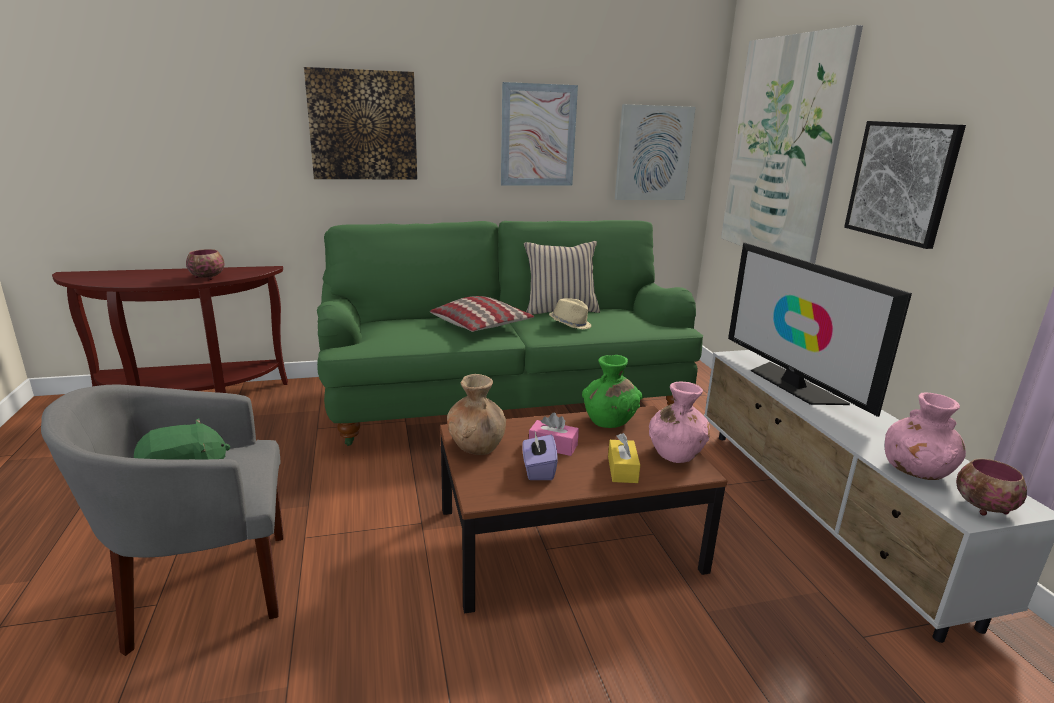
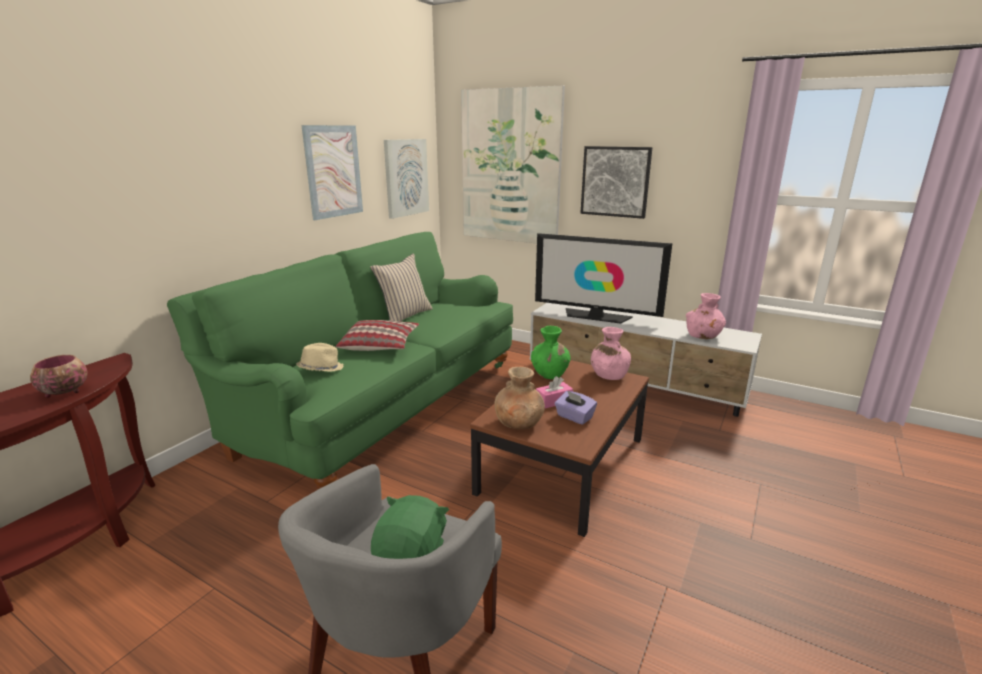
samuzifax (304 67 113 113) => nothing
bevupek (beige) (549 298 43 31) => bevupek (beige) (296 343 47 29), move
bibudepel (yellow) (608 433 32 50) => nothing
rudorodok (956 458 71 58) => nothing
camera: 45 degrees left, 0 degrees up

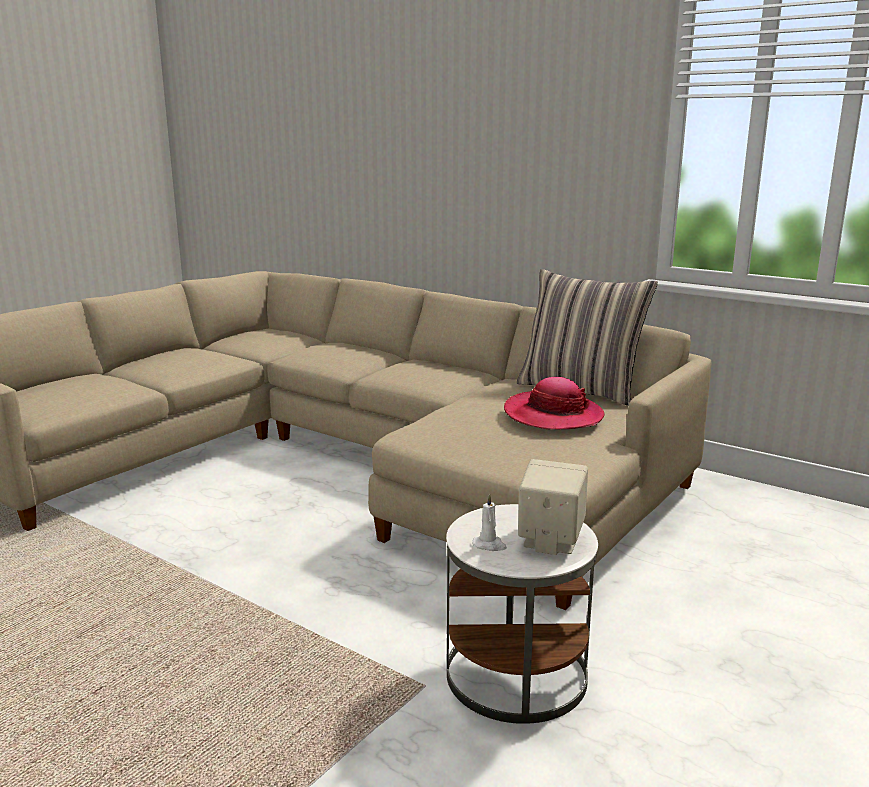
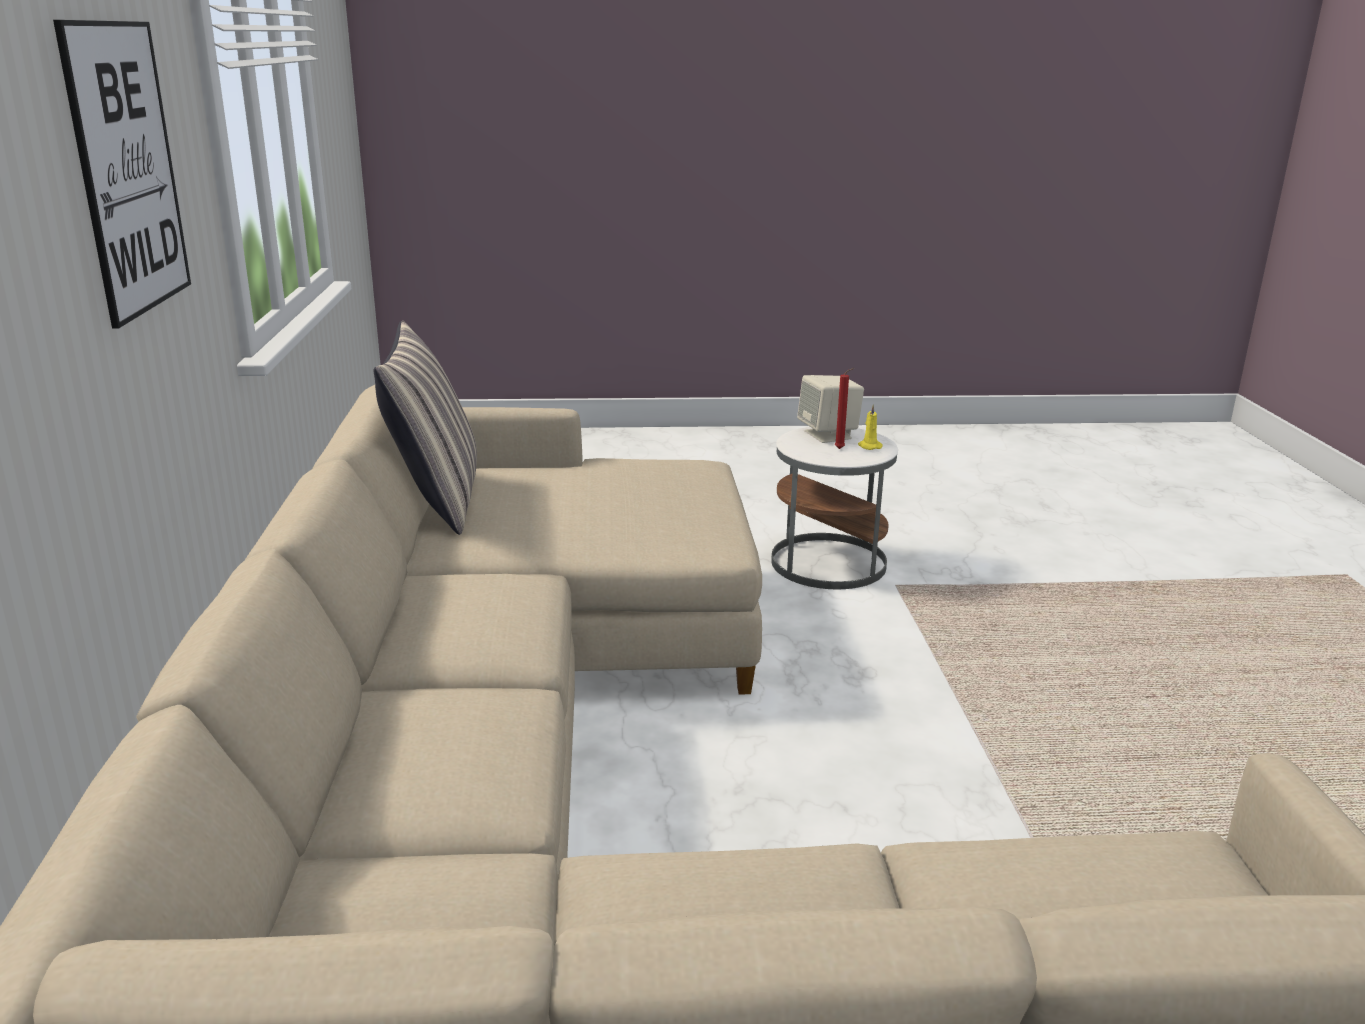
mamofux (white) (472 494 35 57) => mamofux (yellow) (858 404 25 46)
bevupek (504 377 101 53) => nothing
nothing => samuzifax (53 20 138 309)
nothing => mamofux (red) (835 368 19 81)
camera: 130 degrees left, 5 degrees up

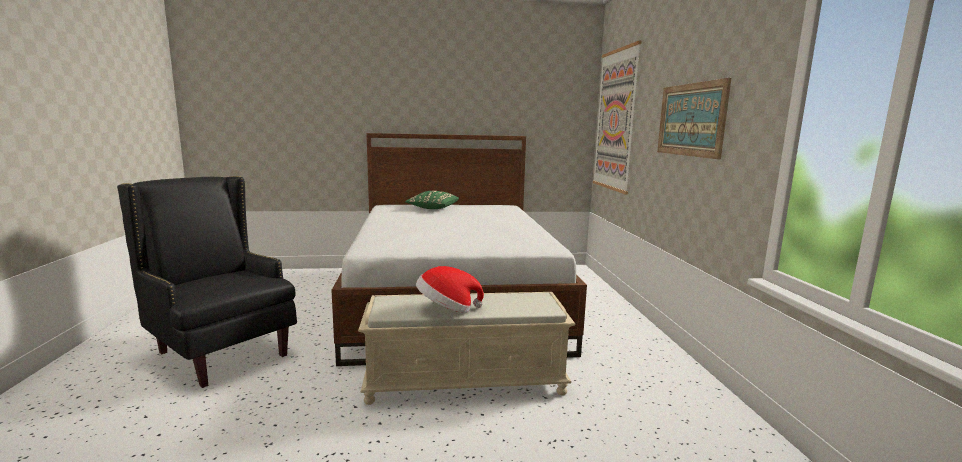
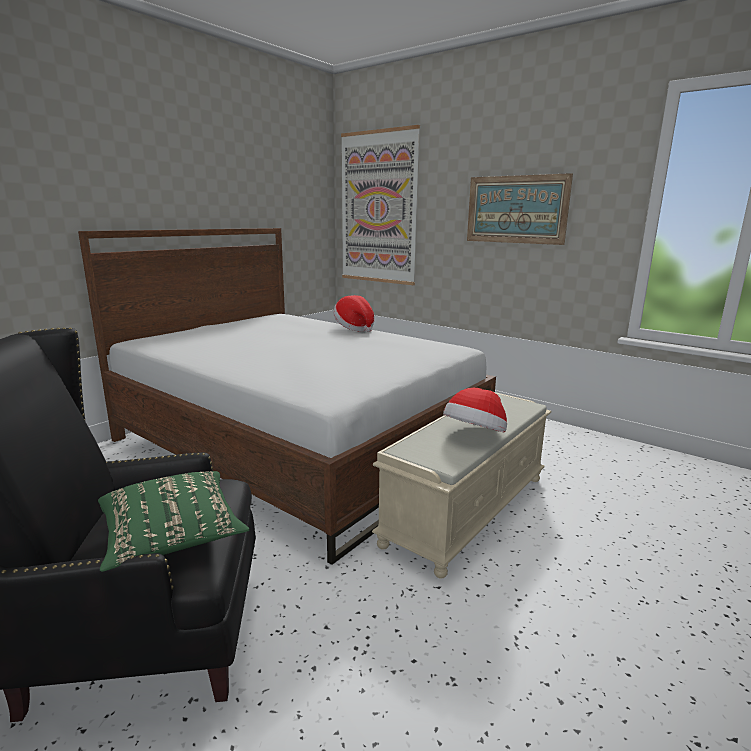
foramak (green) (405 191 54 18) => foramak (green) (98 471 151 101), move
nothing => bevupek (333 295 42 37)
camera: 45 degrees left, 5 degrees up

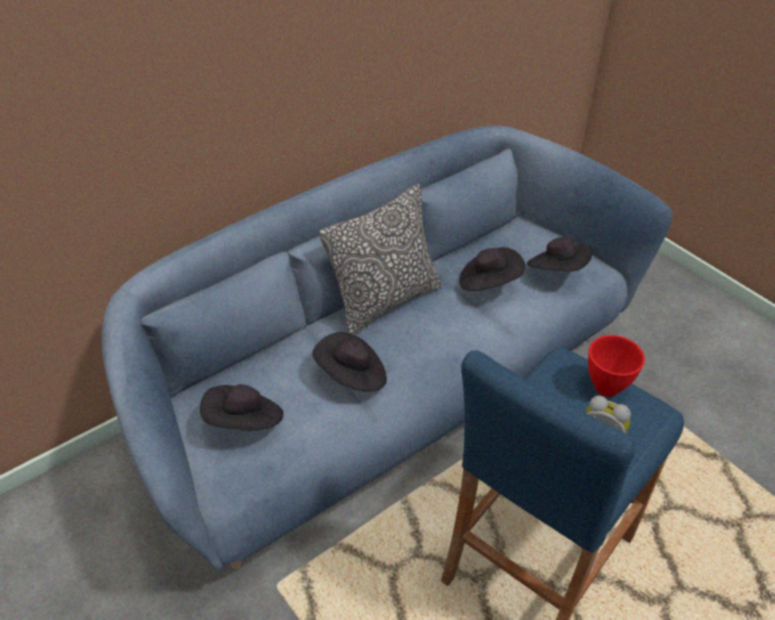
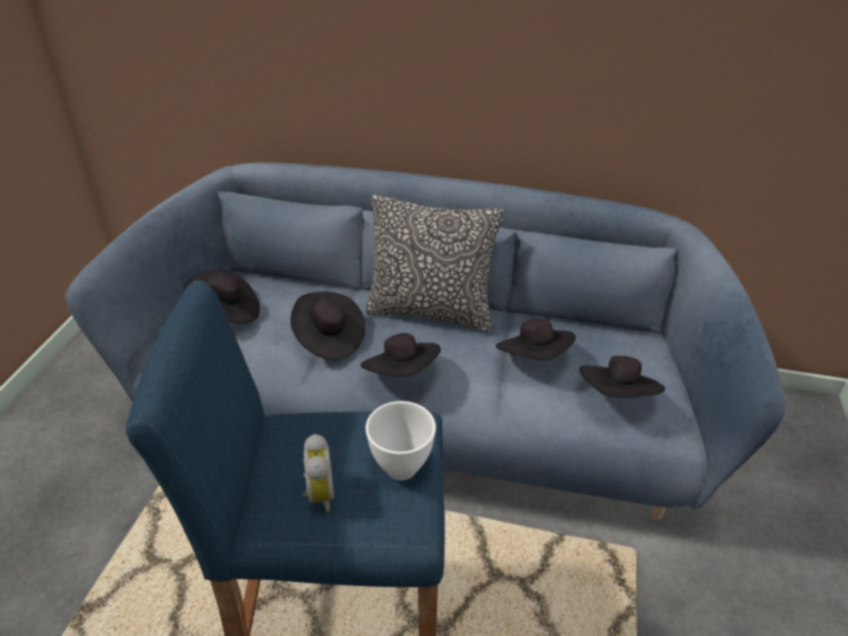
rudorodok (red) (588 335 57 62) => rudorodok (white) (366 401 70 80)
nothing => bevupek (black) (361 333 80 44)
camera: 50 degrees right, 5 degrees down

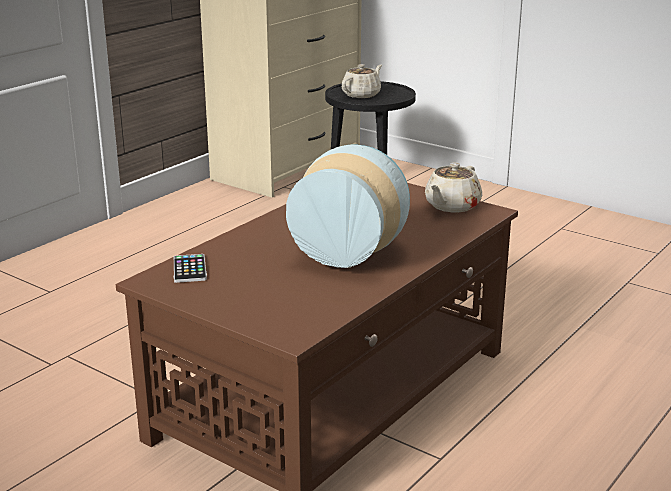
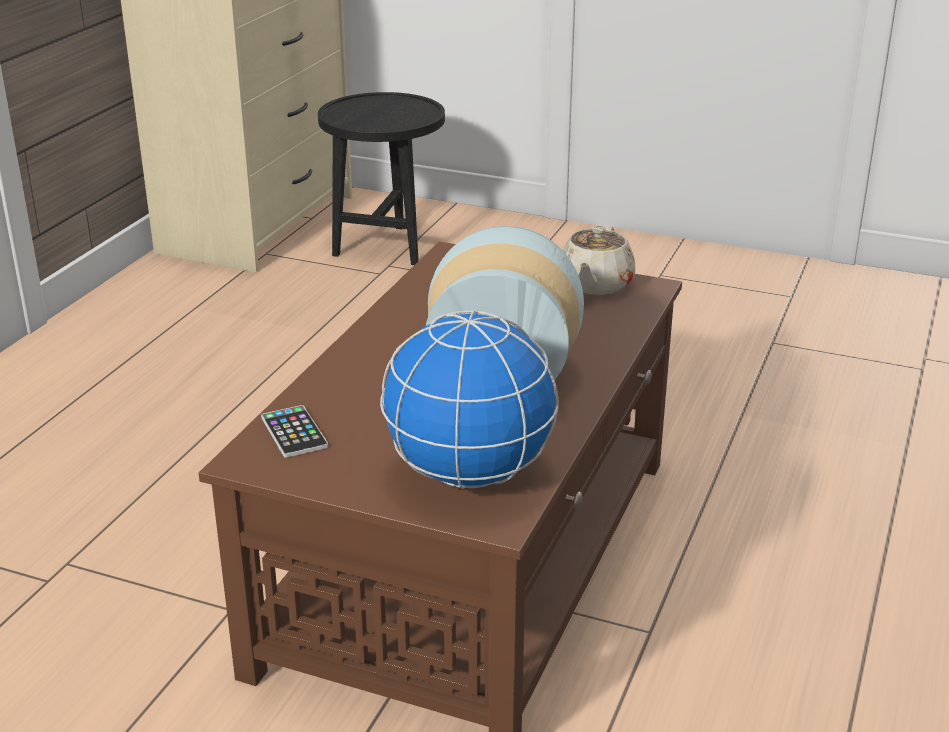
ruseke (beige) (342 64 40 34) => nothing
nothing => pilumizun (380 311 179 178)
camera: 15 degrees left, 5 degrees up

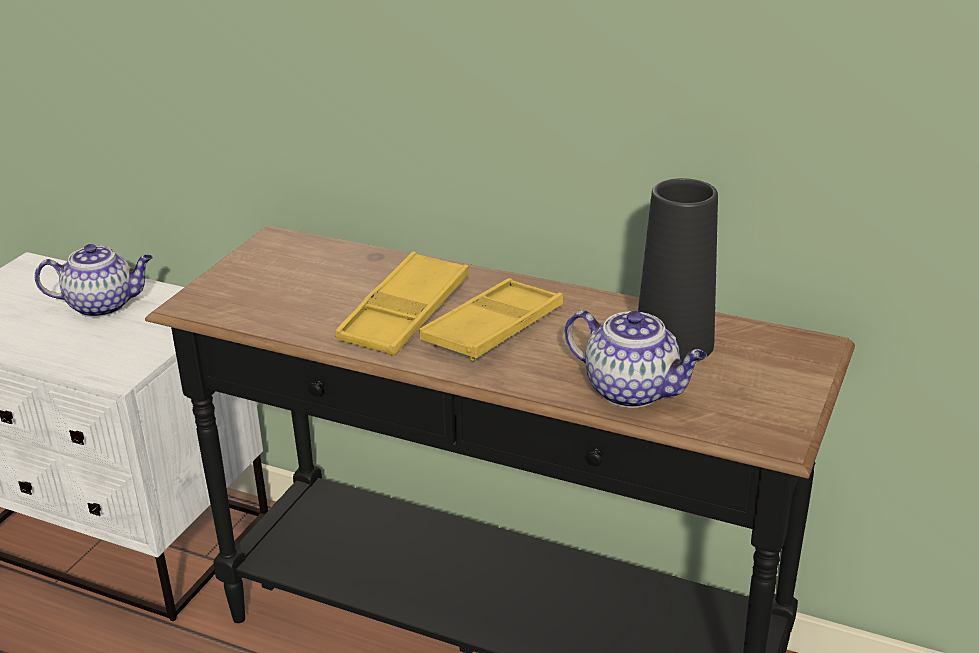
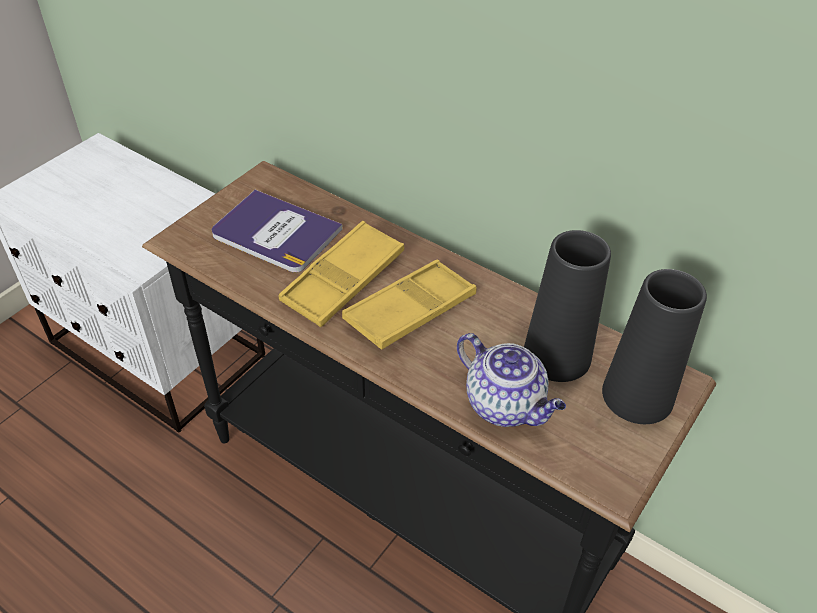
ruseke (35 244 118 73) => nothing
nothing => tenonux (212 190 131 83)
nothing => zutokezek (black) (602 269 105 155)
camera: 10 degrees right, 15 degrees up

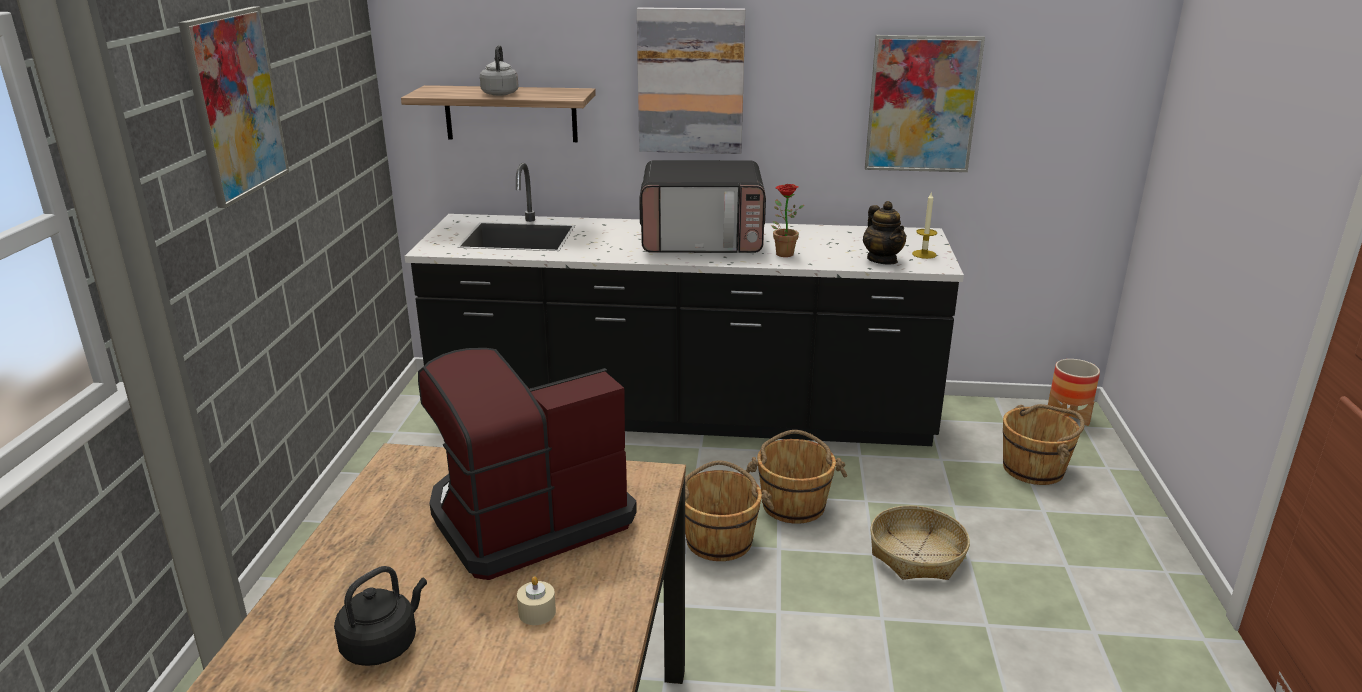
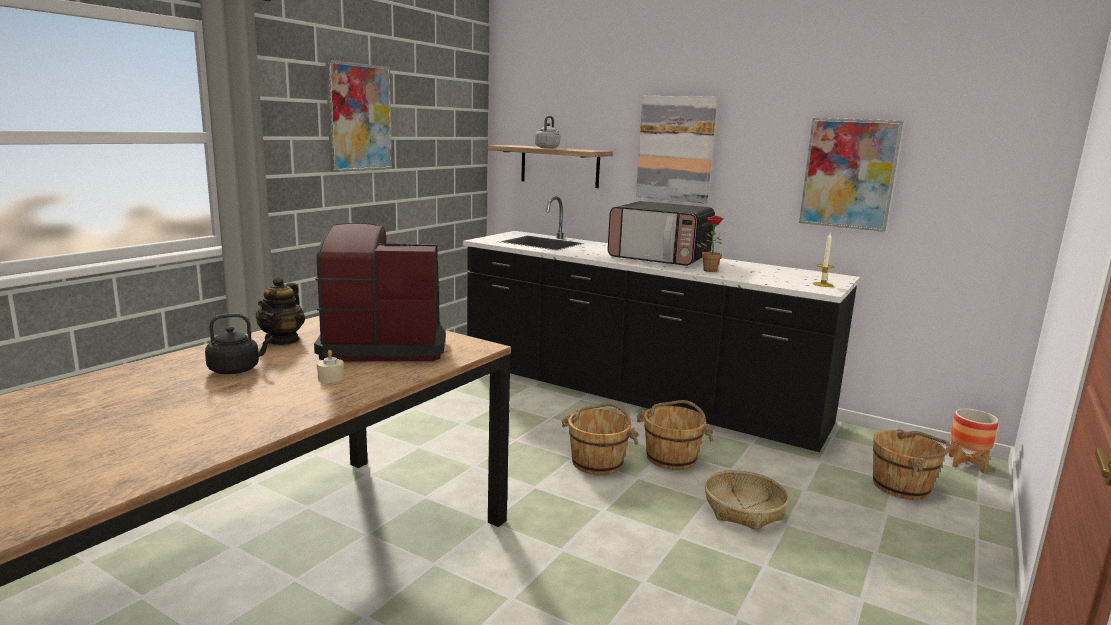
ruseke (863 201 44 64) => ruseke (256 277 49 68), move
camera: 25 degrees right, 10 degrees down

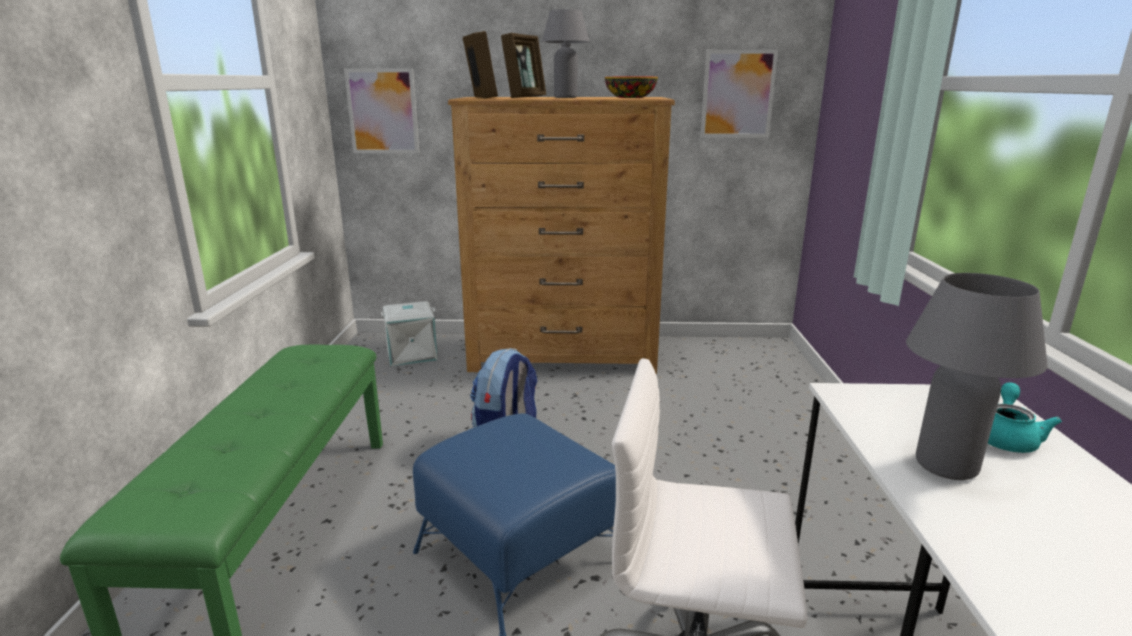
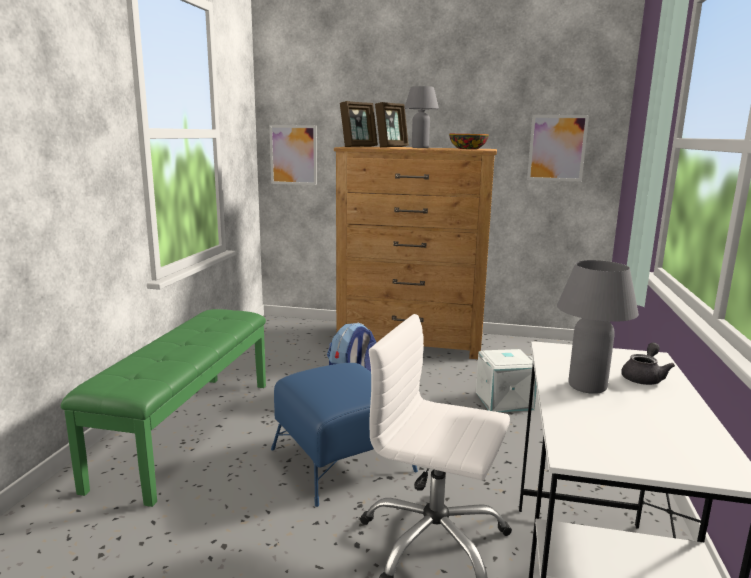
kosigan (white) (381 301 57 65) => kosigan (white) (476 349 61 63), move
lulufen (463 31 35 68) => lulufen (340 101 38 46), 45 degrees clockwise
ruseke (turquoise) (988 383 74 70) => ruseke (grey) (621 343 54 42)
camera: 10 degrees right, 5 degrees down

